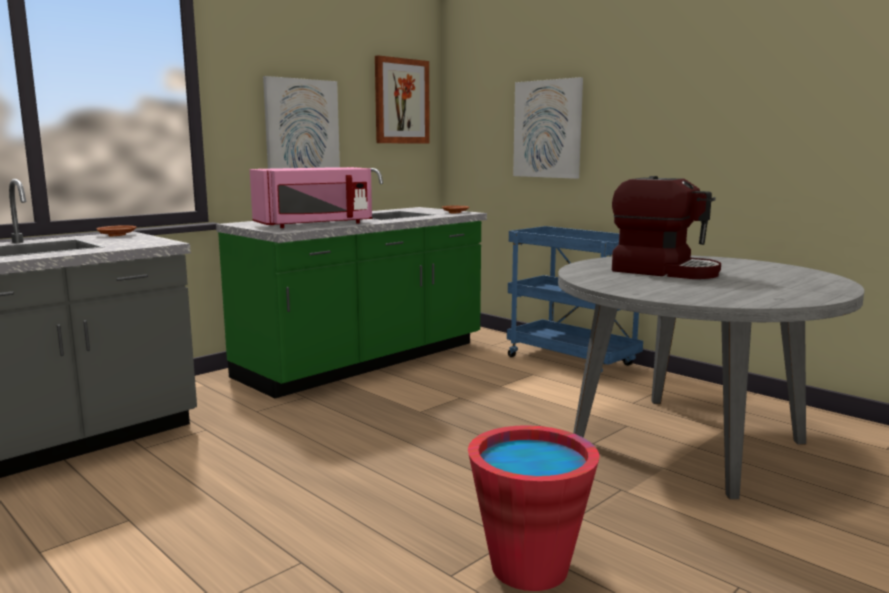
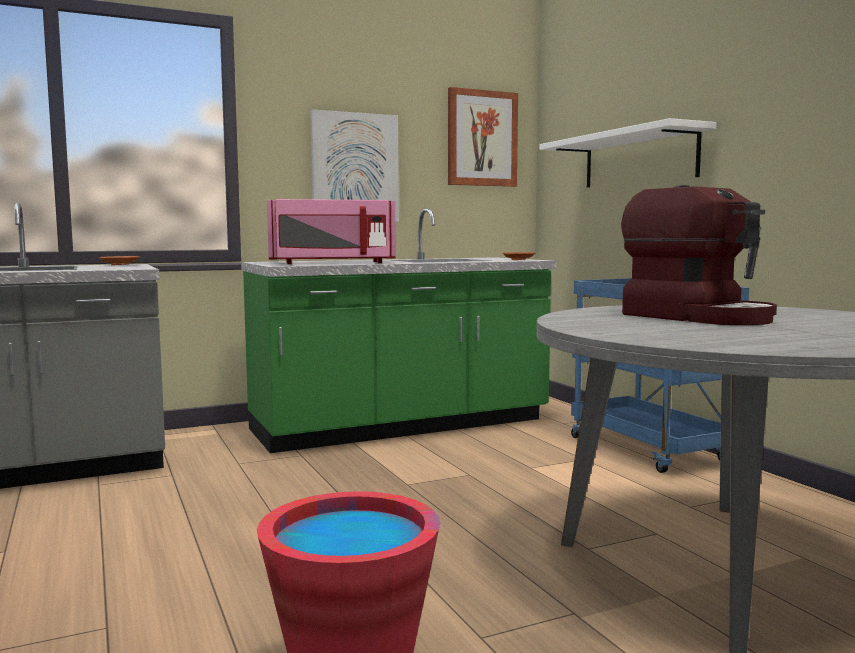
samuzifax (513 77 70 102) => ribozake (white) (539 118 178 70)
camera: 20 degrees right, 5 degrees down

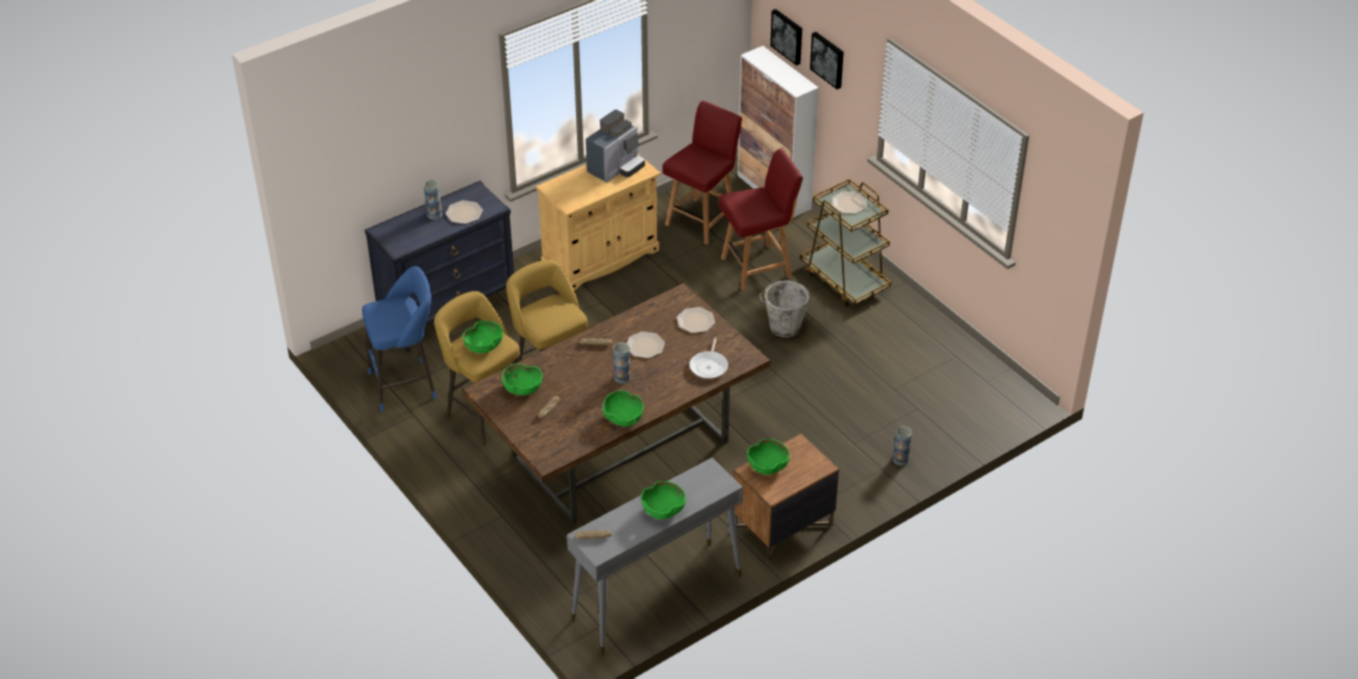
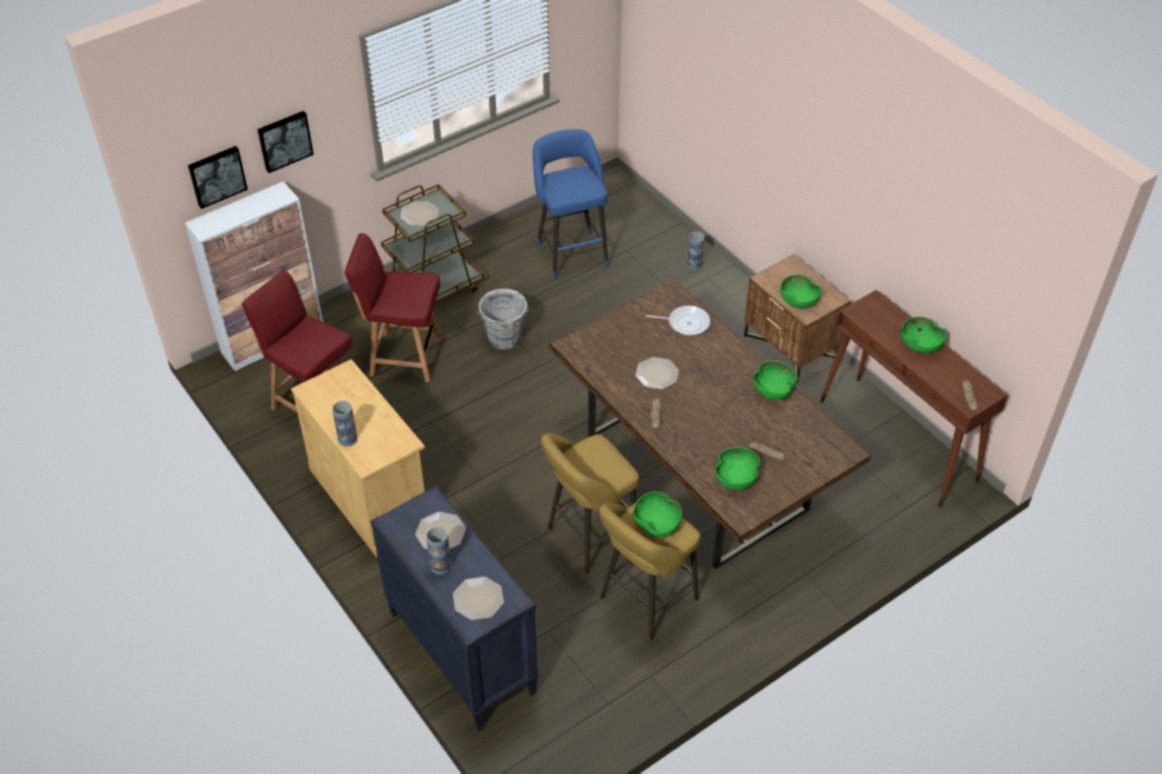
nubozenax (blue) (362 266 75 146) => nubozenax (blue) (533 129 76 151), move
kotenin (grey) (567 457 176 199) => kotenin (brown) (820 290 188 218)
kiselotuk (586 109 59 74) => nothing
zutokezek (613 342 17 42) => zutokezek (332 401 25 46), move
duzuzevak (677 307 38 26) => duzuzevak (453 577 51 43), move
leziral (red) (718 149 85 141) => leziral (red) (345 233 97 149), 60 degrees counterclockwise
camera: 90 degrees left, 5 degrees up

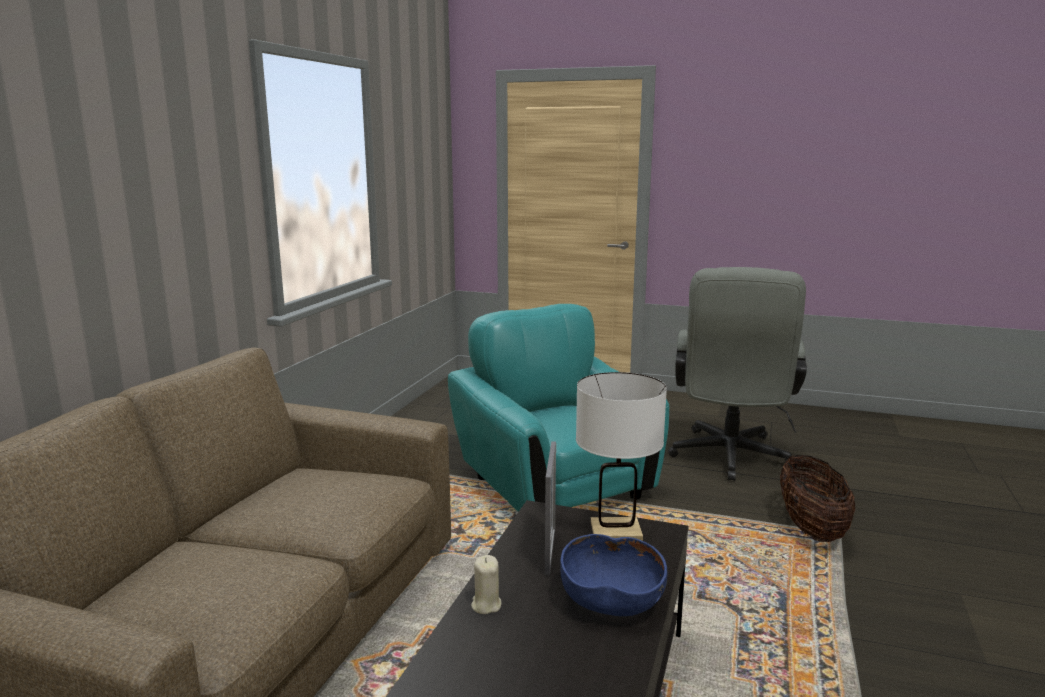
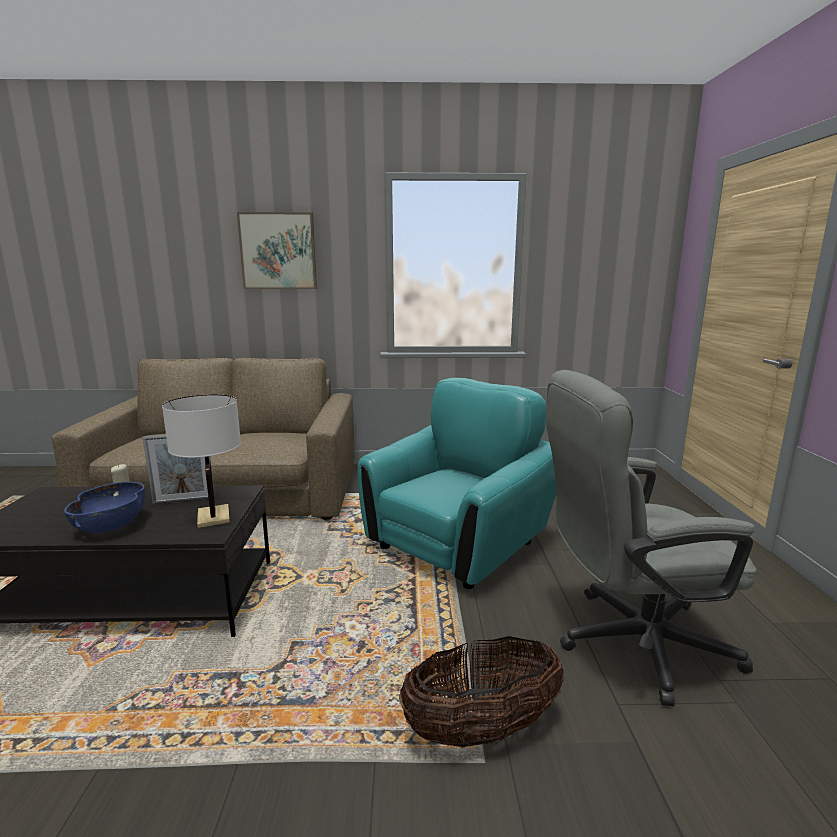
nothing => samuzifax (237 212 80 77)
camera: 70 degrees right, 0 degrees up

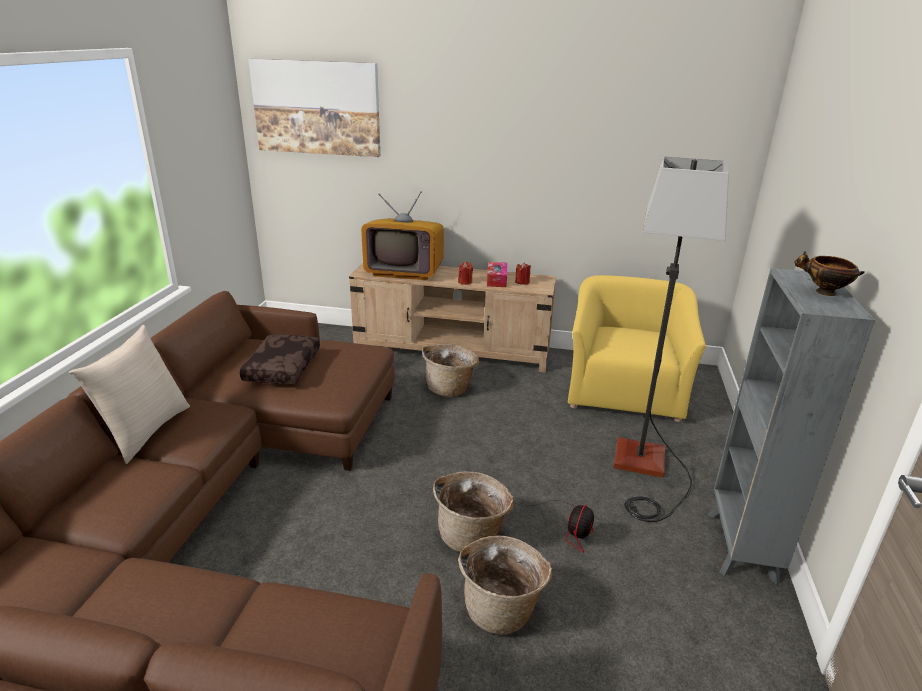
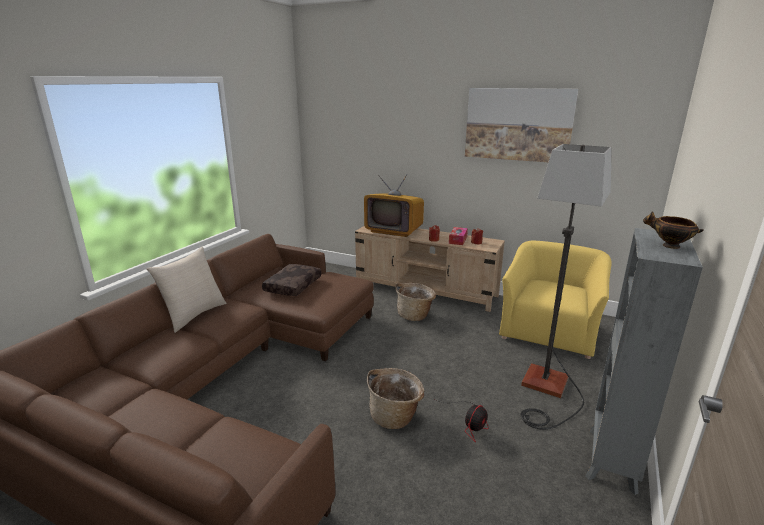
samuzifax (248 59 132 98) => samuzifax (465 88 113 74), move
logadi (458 535 94 100) => nothing
camera: 15 degrees right, 5 degrees down

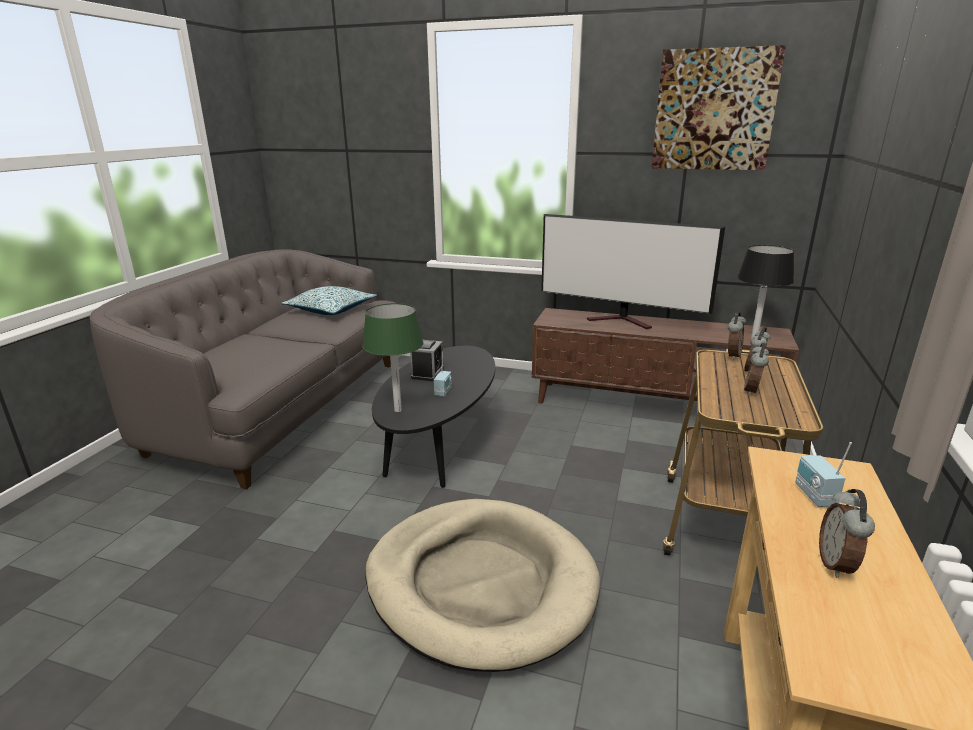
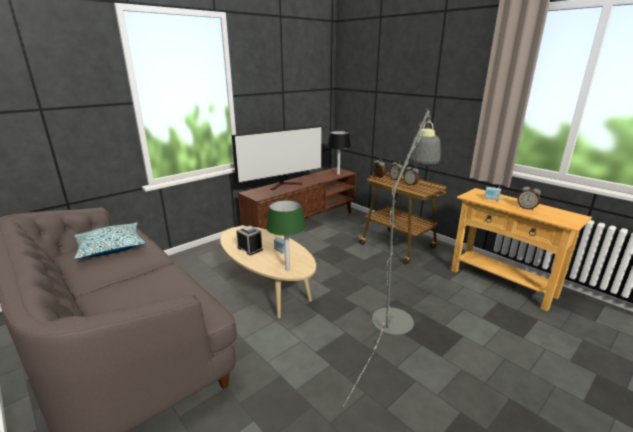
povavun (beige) (365 499 235 173) => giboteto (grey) (343 110 98 297)
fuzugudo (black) (372 346 123 142) => fuzugudo (beige) (220 226 96 93)
samuzifax (652 45 134 125) => nothing
camera: 60 degrees left, 0 degrees up

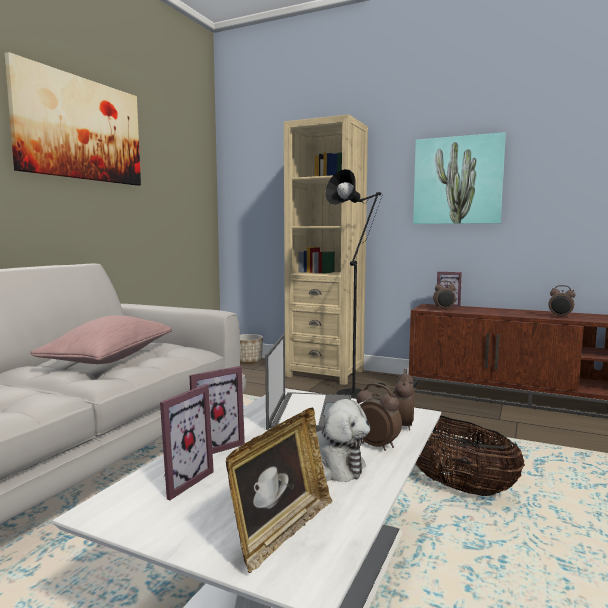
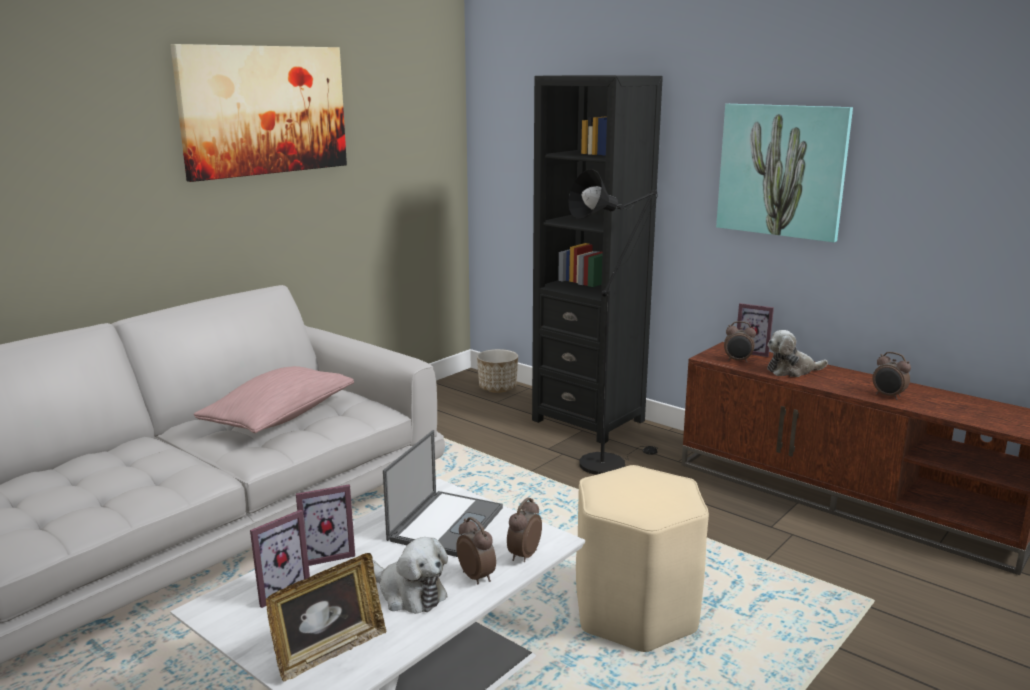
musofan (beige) (284 114 84 271) => musofan (black) (532 75 131 368)
logadi (416 416 109 80) => nubozenax (beige) (576 465 133 187)
nothing => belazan (767 330 61 47)
camera: 15 degrees right, 10 degrees up

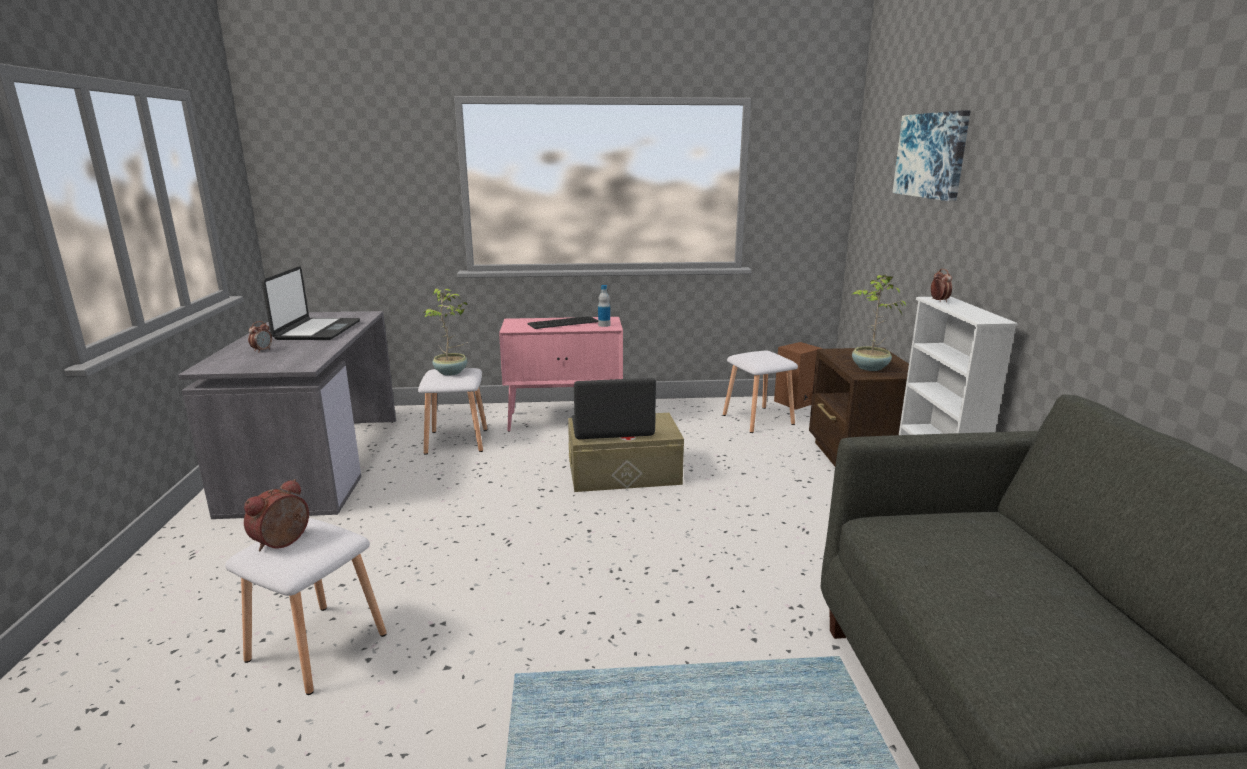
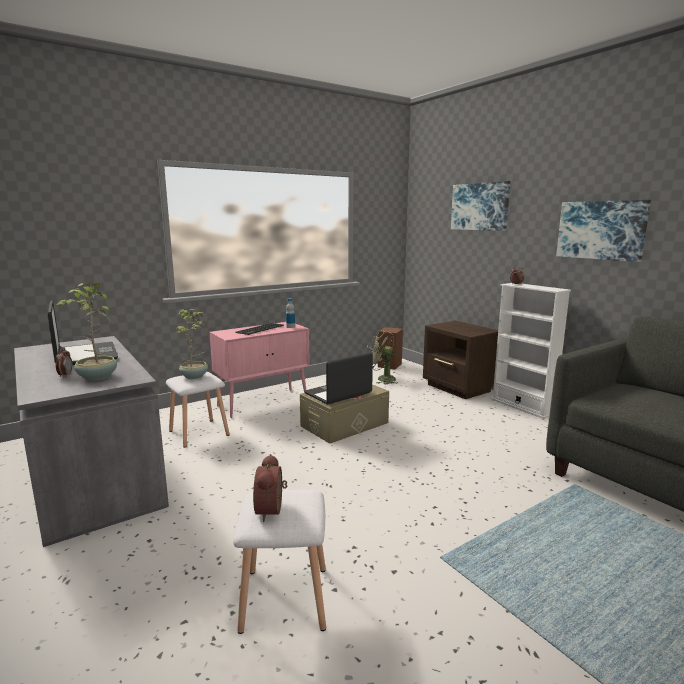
nubozenax (white) (723 351 75 82) => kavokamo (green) (367 330 30 54)
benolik (852 274 54 97) => benolik (56 282 61 99), move
nothing => samuzifax (556 200 95 62)
camera: 30 degrees left, 5 degrees down

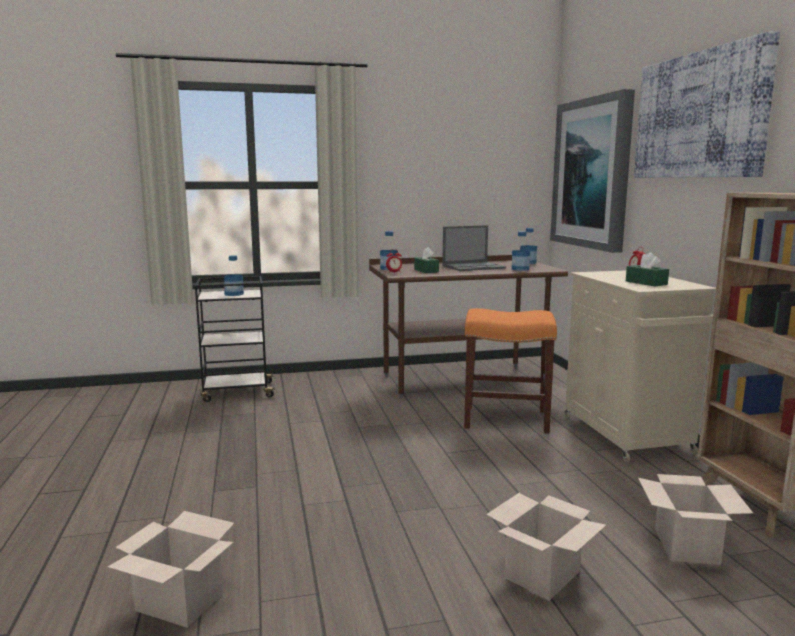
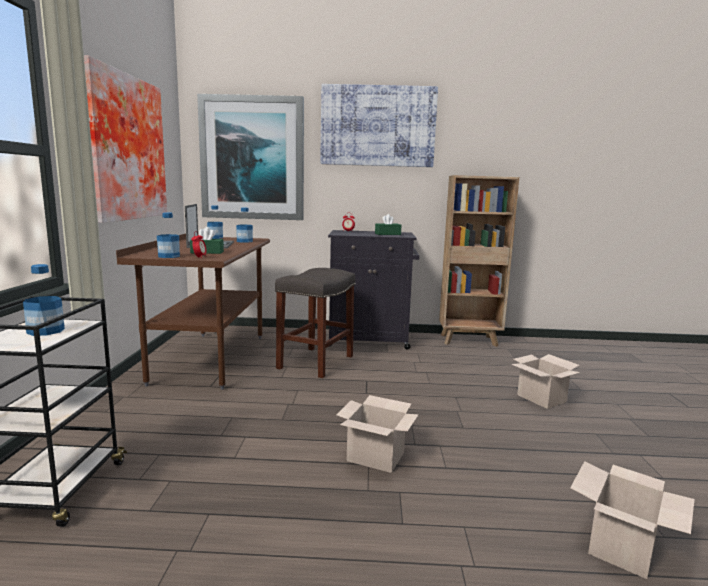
nubozenax (orange) (464 308 93 125) => nubozenax (grey) (275 268 81 110)
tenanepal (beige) (564 270 152 192) => tenanepal (black) (328 230 91 120)
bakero (638 474 115 91) => bakero (336 395 83 78), move
nothing => samuzifax (84 55 83 168)
camera: 75 degrees left, 0 degrees up

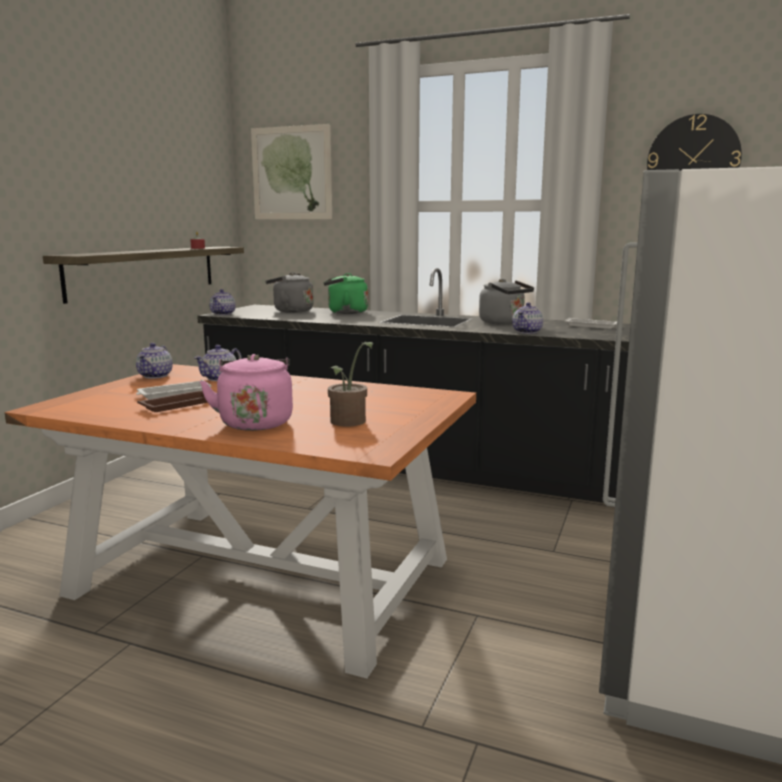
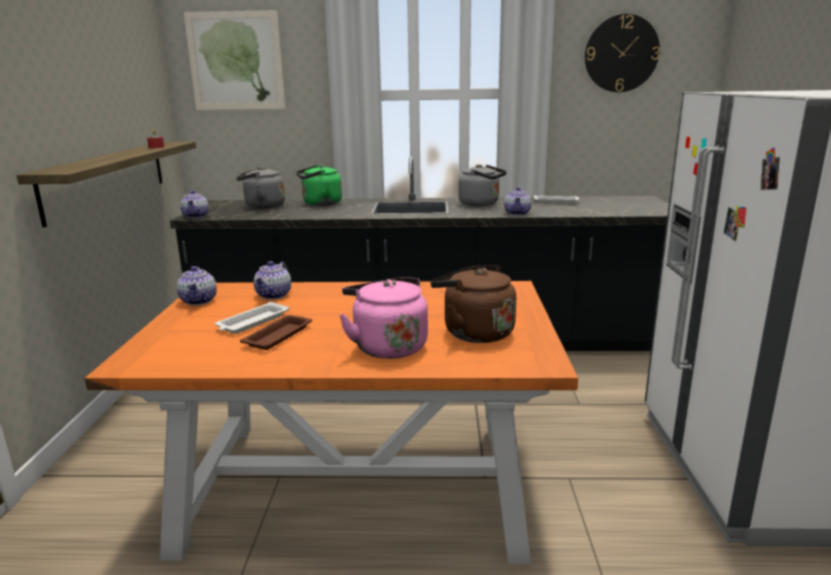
benolik (328 342 45 84) => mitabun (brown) (431 265 85 78)
camera: 20 degrees left, 5 degrees up

